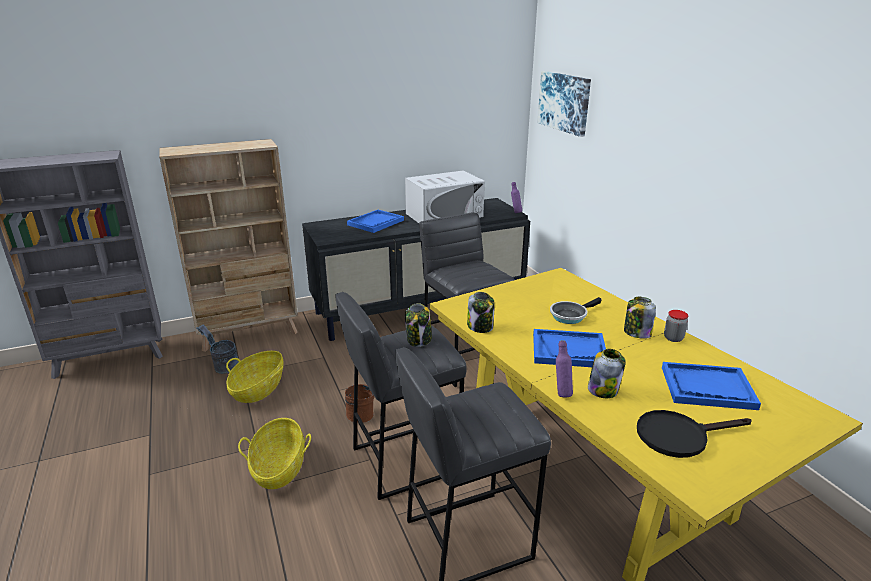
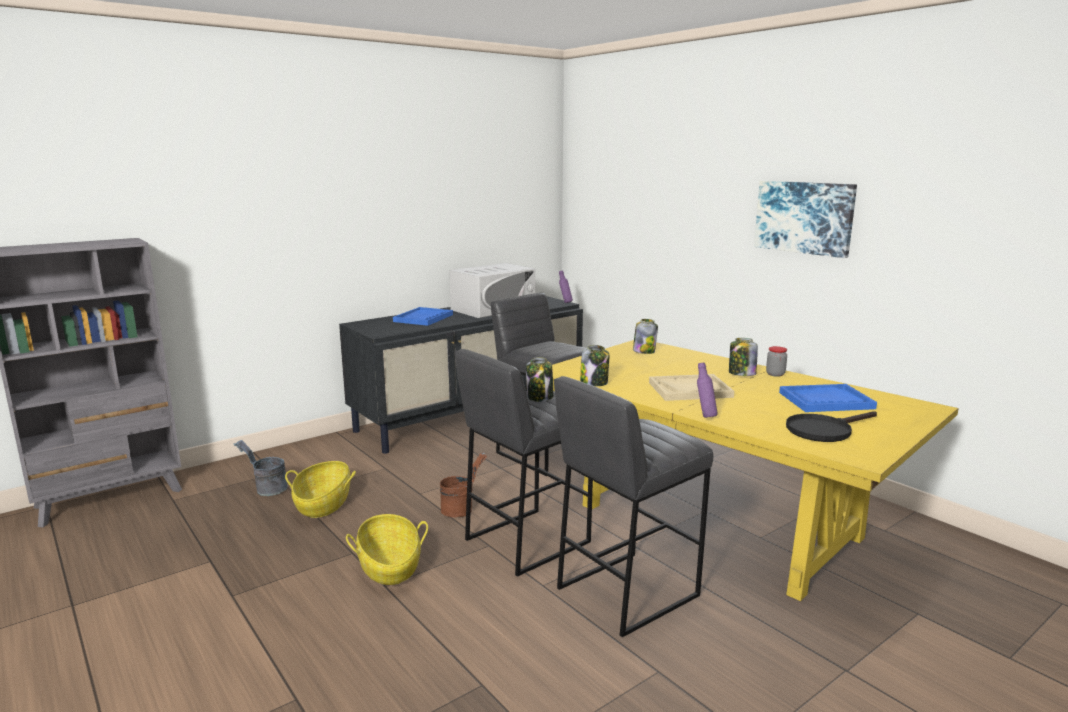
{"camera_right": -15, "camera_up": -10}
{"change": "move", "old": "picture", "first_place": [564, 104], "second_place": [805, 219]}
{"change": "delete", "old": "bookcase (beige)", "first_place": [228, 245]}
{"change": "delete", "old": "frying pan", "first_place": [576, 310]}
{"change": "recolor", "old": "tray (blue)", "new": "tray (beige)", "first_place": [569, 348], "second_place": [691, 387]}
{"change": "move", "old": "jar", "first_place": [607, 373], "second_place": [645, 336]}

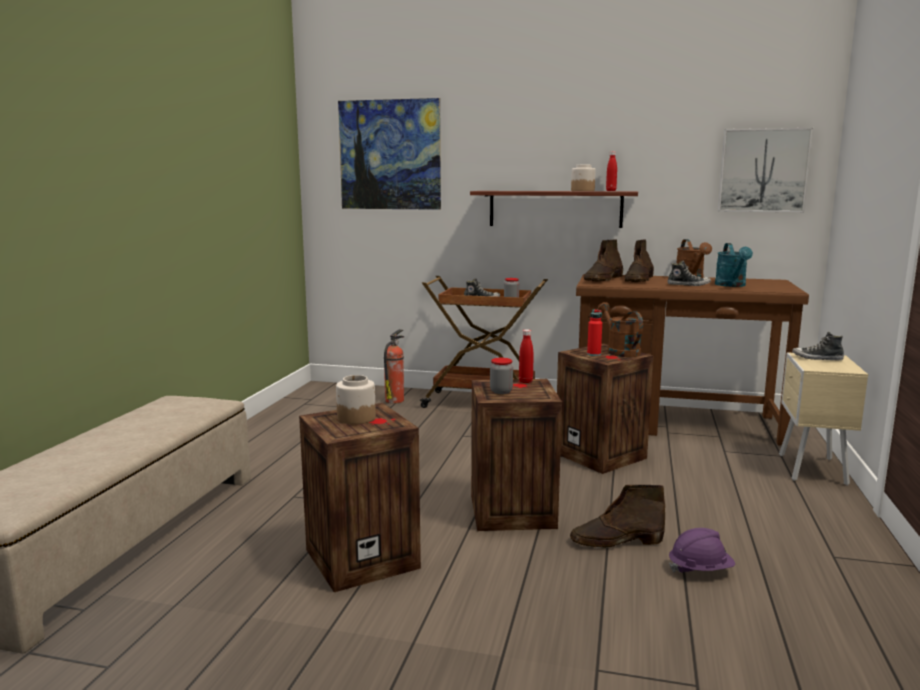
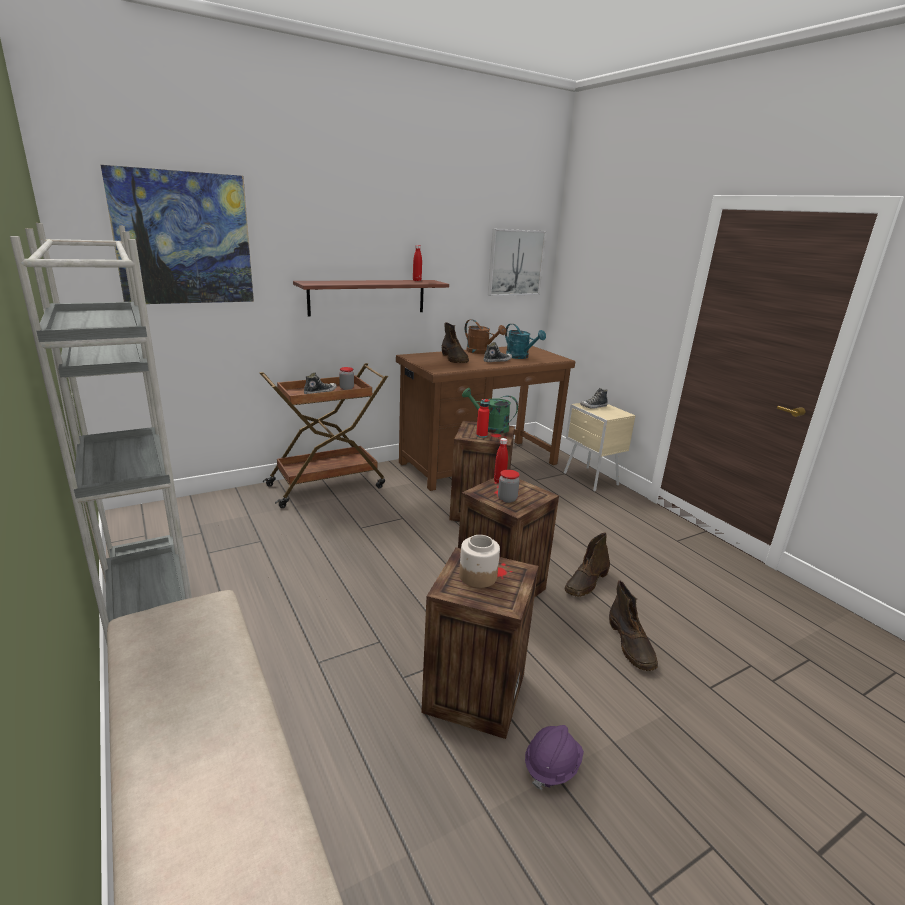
{"camera_right": -45, "camera_up": 10}
{"change": "delete", "old": "jar", "first_place": [583, 178]}
{"change": "move", "old": "boot (brown)", "first_place": [603, 260], "second_place": [633, 625]}
{"change": "recolor", "old": "watering can (brown)", "new": "watering can (green)", "first_place": [620, 329], "second_place": [490, 411]}
{"change": "delete", "old": "fire extinguisher", "first_place": [394, 366]}
{"change": "move", "old": "hard hat (purple)", "first_place": [702, 550], "second_place": [554, 757]}
{"change": "insert", "new": "bookcase (grey)", "second_place": [101, 433]}

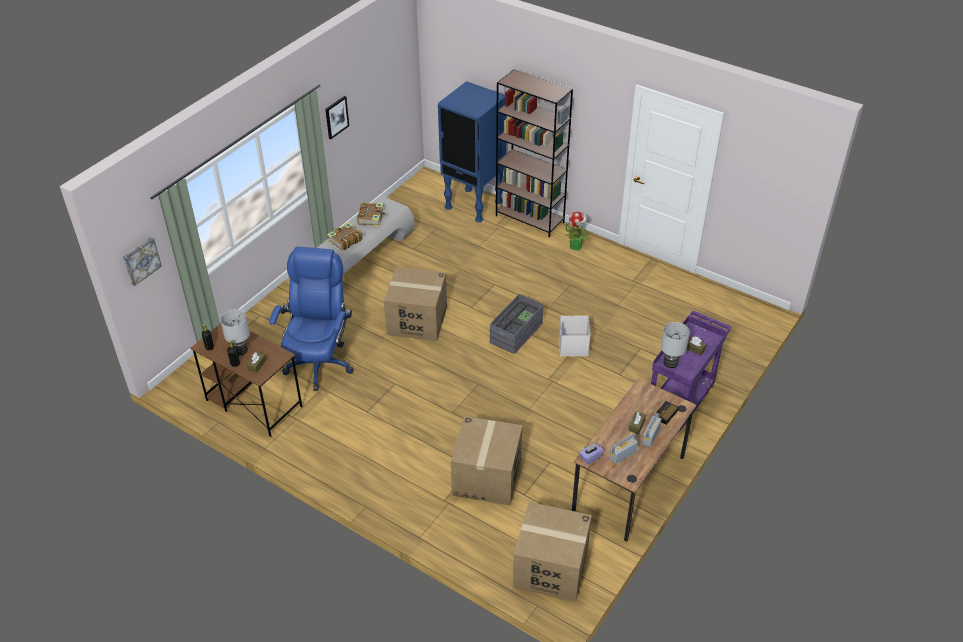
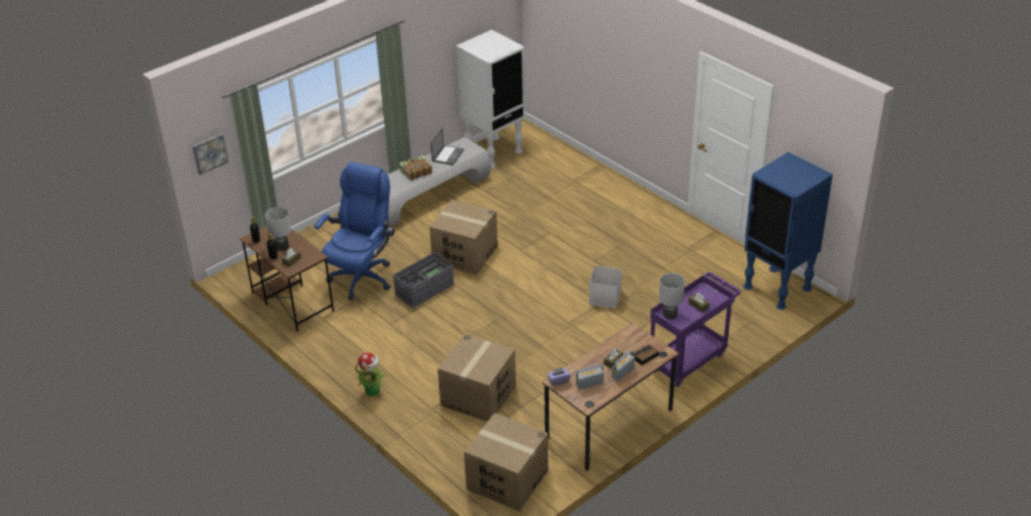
{"camera_right": 15, "camera_up": -5}
{"change": "delete", "old": "bookcase (brown)", "first_place": [534, 153]}
{"change": "move", "old": "cabinet (blue)", "first_place": [472, 151], "second_place": [788, 231]}
{"change": "delete", "old": "picture", "first_place": [337, 117]}
{"change": "replace", "old": "book", "new": "laptop", "first_place": [371, 214], "second_place": [447, 147]}
{"change": "move", "old": "potted plant", "first_place": [576, 231], "second_place": [371, 374]}
{"change": "move", "old": "storage box (grey)", "first_place": [517, 324], "second_place": [423, 280]}
{"change": "insert", "new": "cabinet (white)", "second_place": [490, 99]}

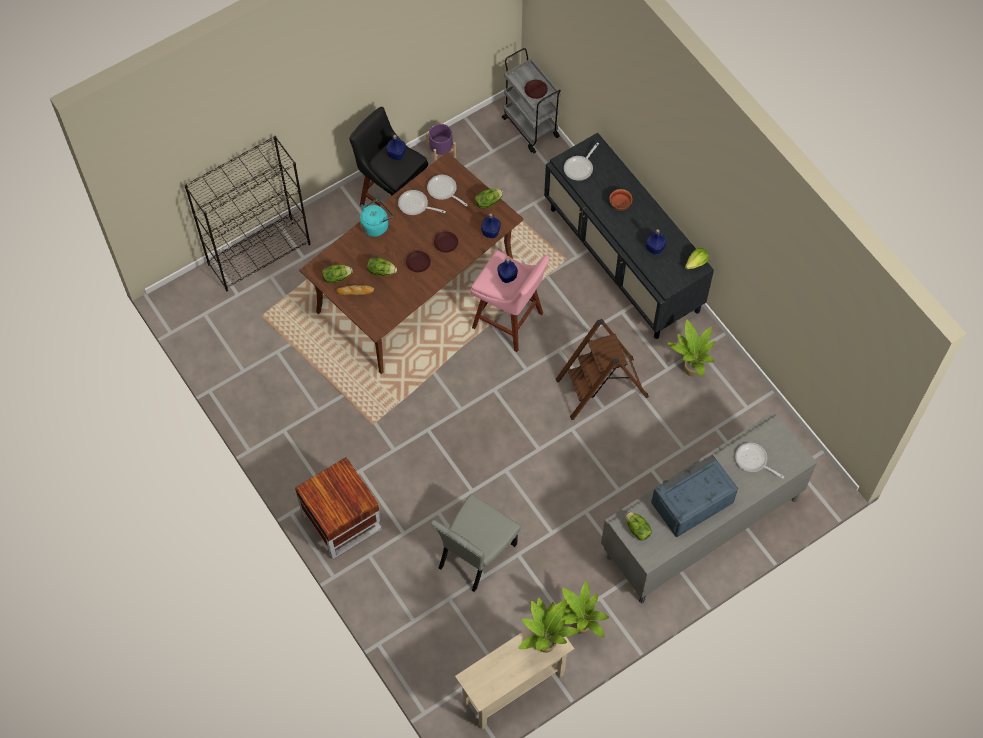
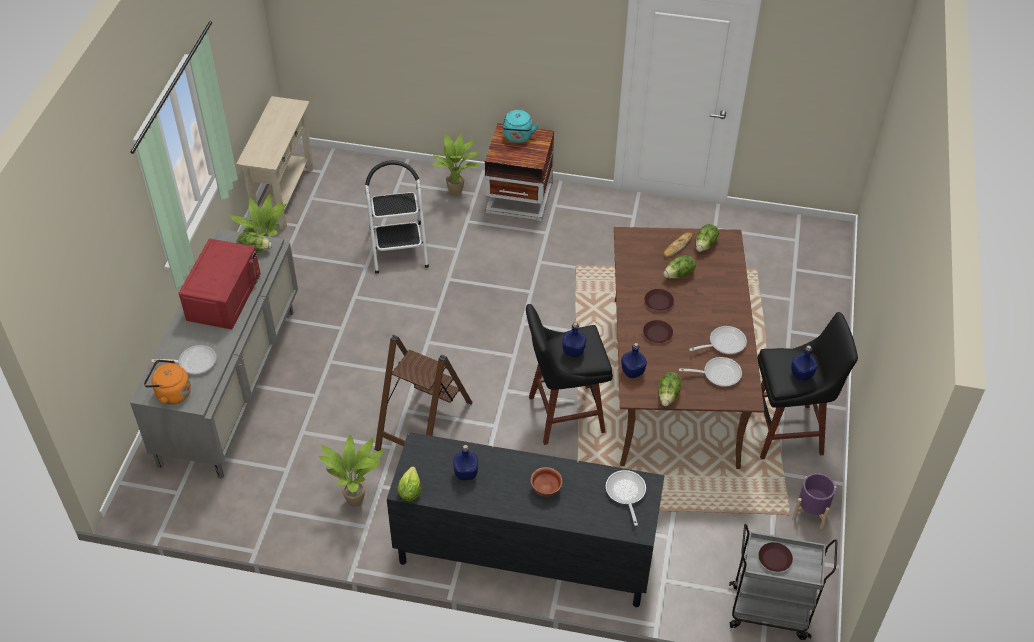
{"camera_right": 135, "camera_up": -15}
{"change": "delete", "old": "bookcase (black)", "first_place": [247, 213]}
{"change": "move", "old": "kettle (turquoise)", "first_place": [376, 218], "second_place": [521, 126]}
{"change": "recolor", "old": "stool (pink)", "new": "stool (black)", "first_place": [509, 301], "second_place": [569, 374]}
{"change": "recolor", "old": "microwave (blue)", "new": "microwave (red)", "first_place": [694, 495], "second_place": [220, 283]}
{"change": "replace", "old": "chair (grey)", "new": "step ladder", "first_place": [476, 543], "second_place": [397, 217]}
{"change": "move", "old": "potted plant", "first_place": [549, 625], "second_place": [456, 164]}
{"change": "insert", "new": "kettle (orange)", "second_place": [167, 382]}

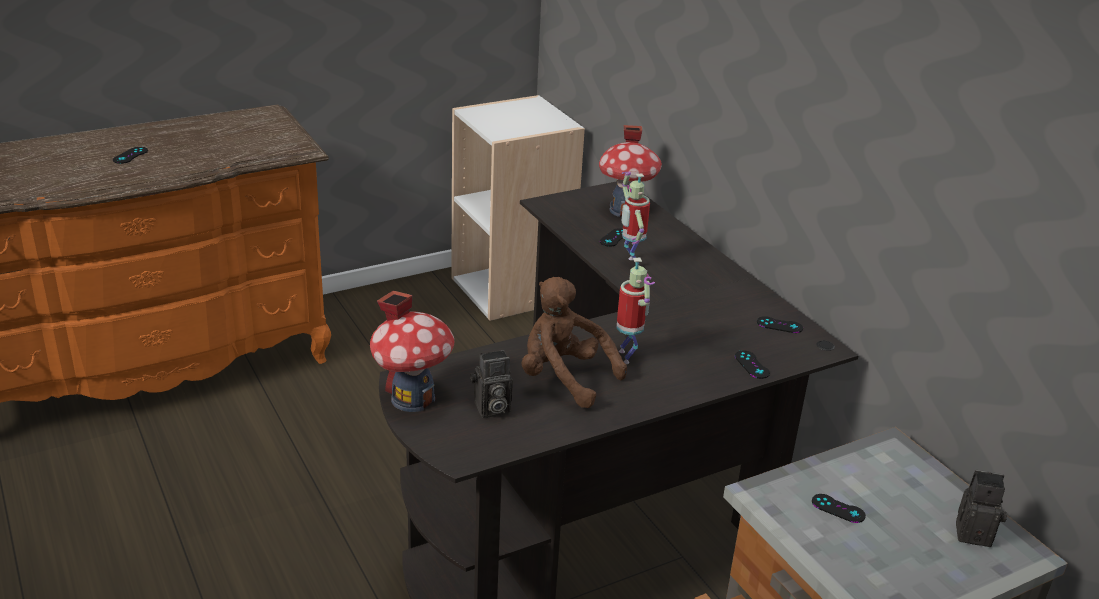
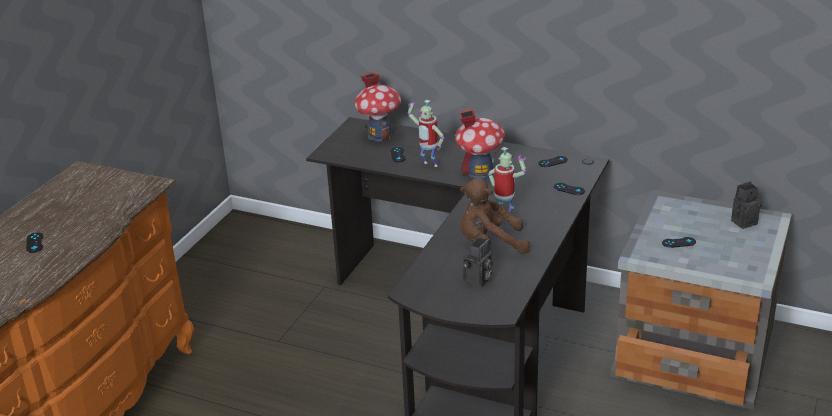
{"camera_right": -35, "camera_up": 0}
{"change": "delete", "old": "bookcase", "first_place": [518, 208]}
{"change": "move", "old": "toy house", "first_place": [412, 351], "second_place": [480, 144]}

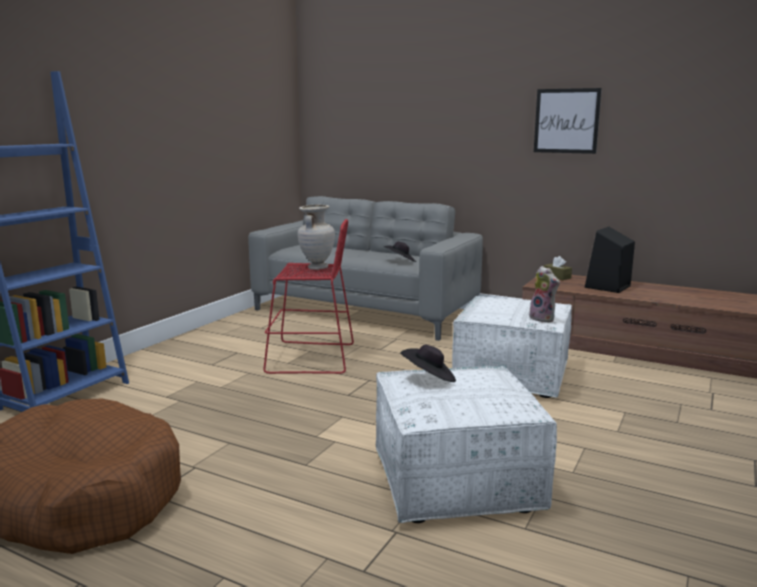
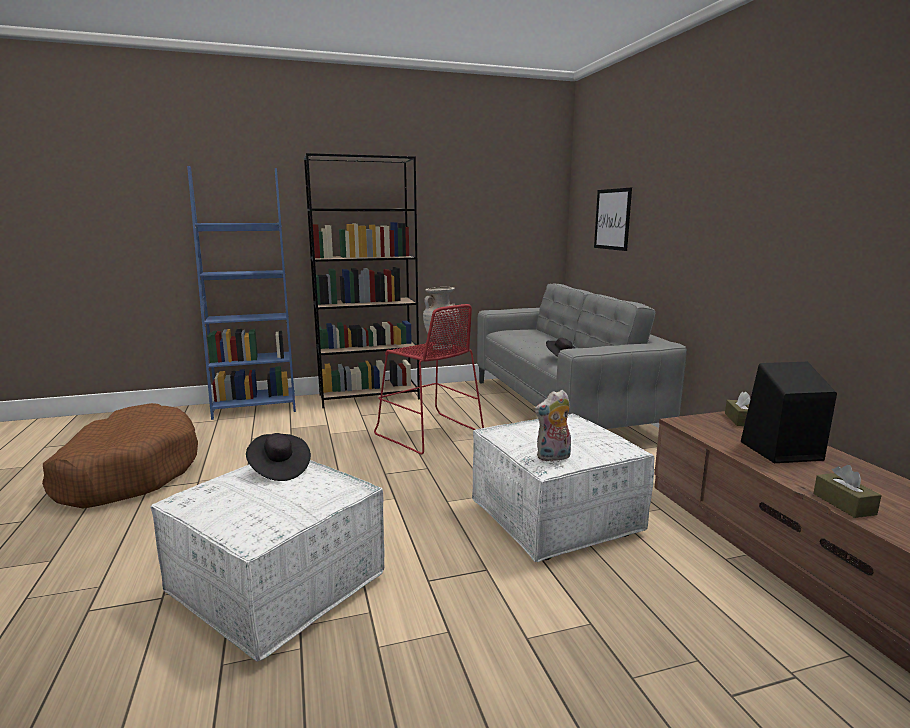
{"camera_right": 45, "camera_up": 0}
{"change": "move", "old": "picture", "first_place": [568, 121], "second_place": [613, 219]}
{"change": "rotate", "old": "plush toy", "first_place": [543, 294], "second_place": [552, 426], "degrees": 60}
{"change": "insert", "new": "bookcase (beige)", "second_place": [362, 280]}
{"change": "insert", "new": "tissue box (brown)", "second_place": [847, 491]}

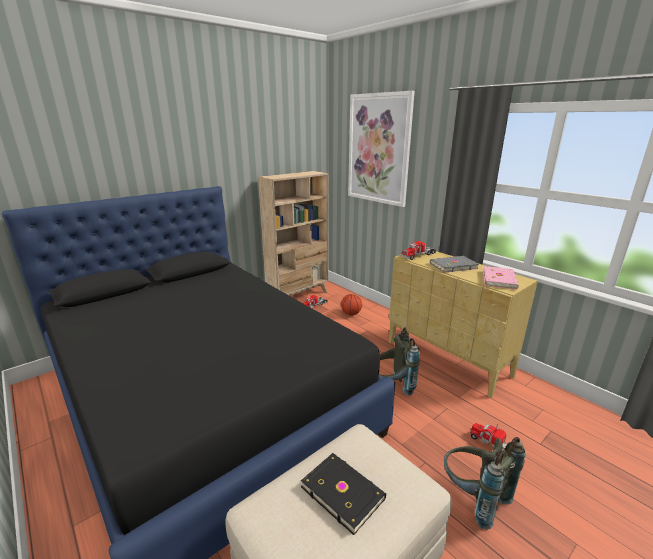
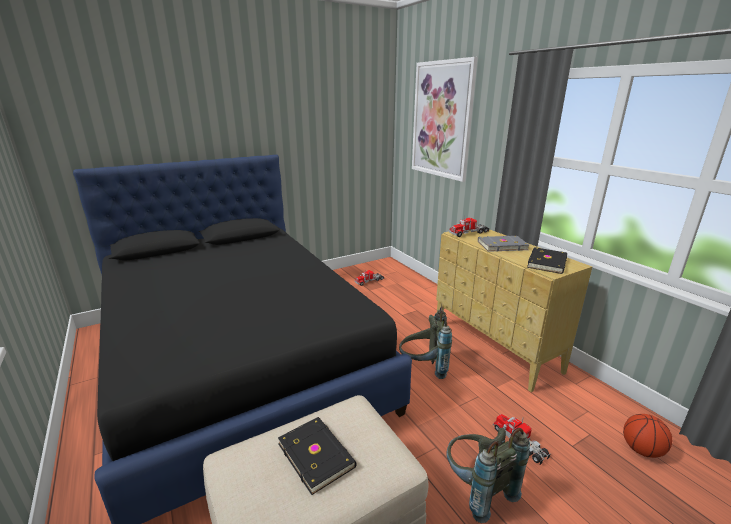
{"camera_right": 10, "camera_up": 0}
{"change": "delete", "old": "bookcase (beige)", "first_place": [293, 233]}
{"change": "recolor", "old": "book (pink)", "new": "book (black)", "first_place": [501, 278], "second_place": [547, 260]}
{"change": "move", "old": "basketball", "first_place": [351, 304], "second_place": [647, 436]}

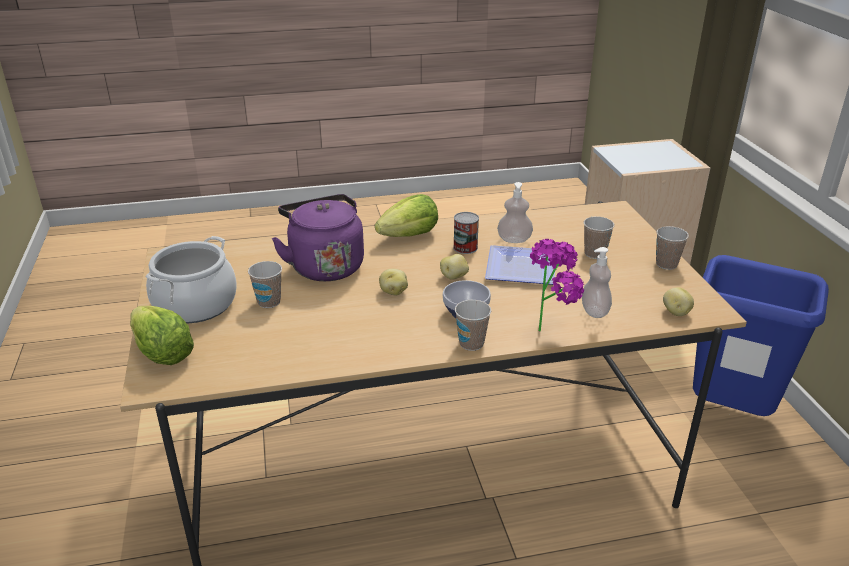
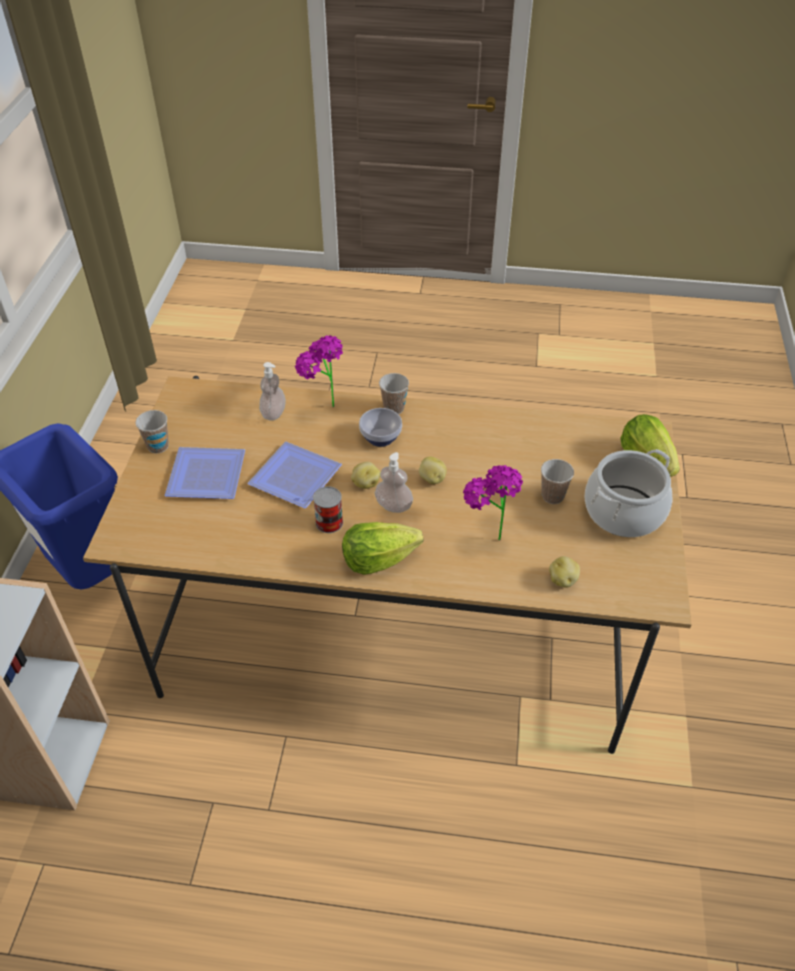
{"camera_right": -160, "camera_up": 15}
{"change": "move", "old": "soap dispenser", "first_place": [515, 212], "second_place": [394, 482]}
{"change": "replace", "old": "kettle (purple)", "new": "potted plant", "first_place": [318, 237], "second_place": [493, 502]}
{"change": "replace", "old": "cup", "new": "plate", "first_place": [599, 237], "second_place": [204, 473]}
{"change": "move", "old": "potato", "first_place": [678, 301], "second_place": [564, 572]}

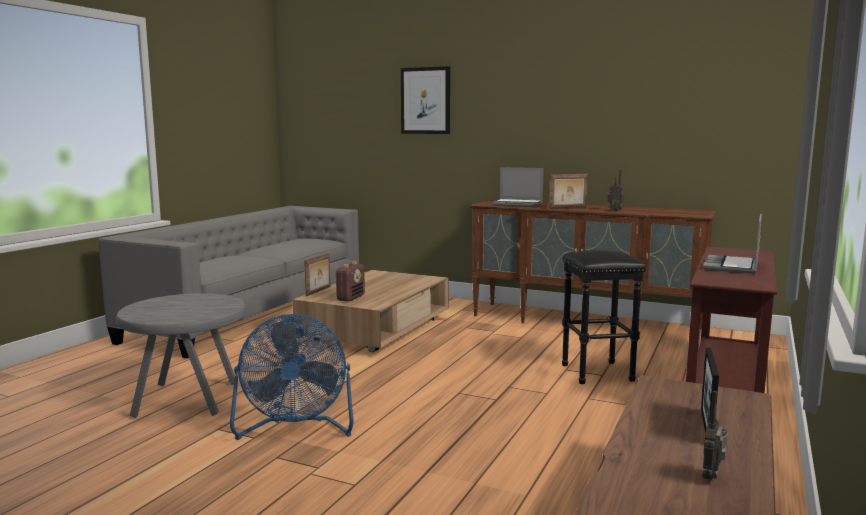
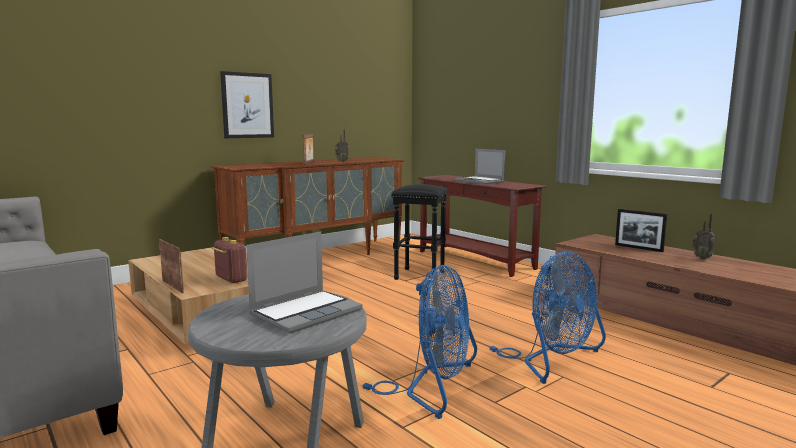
{"camera_right": -65, "camera_up": 0}
{"change": "move", "old": "picture", "first_place": [425, 100], "second_place": [247, 104]}
{"change": "move", "old": "laptop", "first_place": [518, 187], "second_place": [304, 282]}
{"change": "insert", "new": "fan (blue)", "second_place": [548, 317]}

